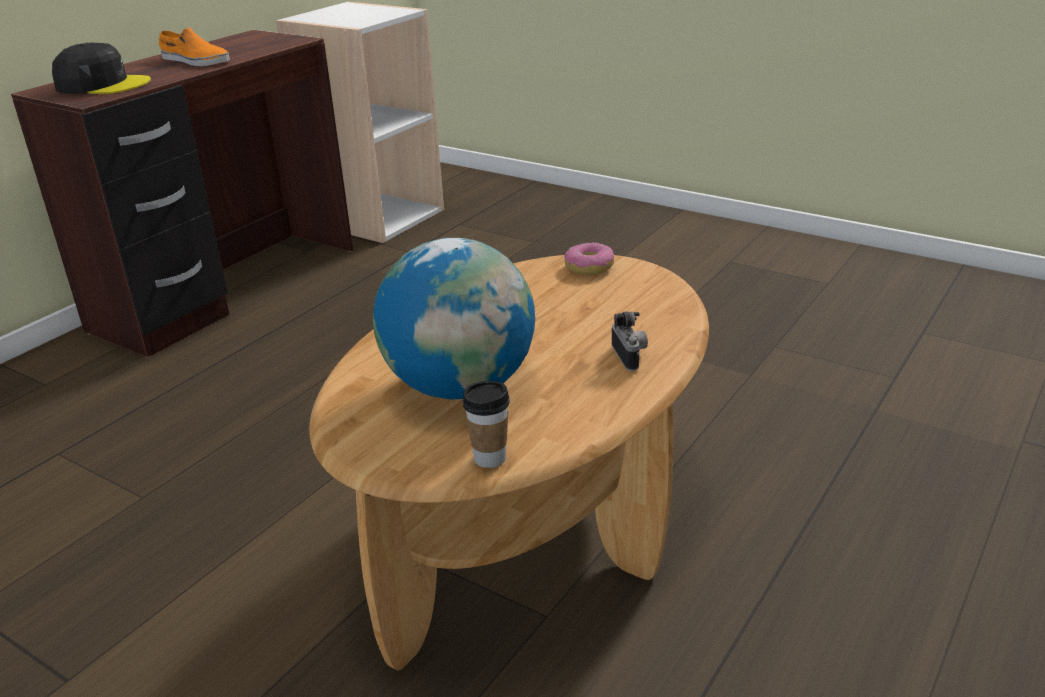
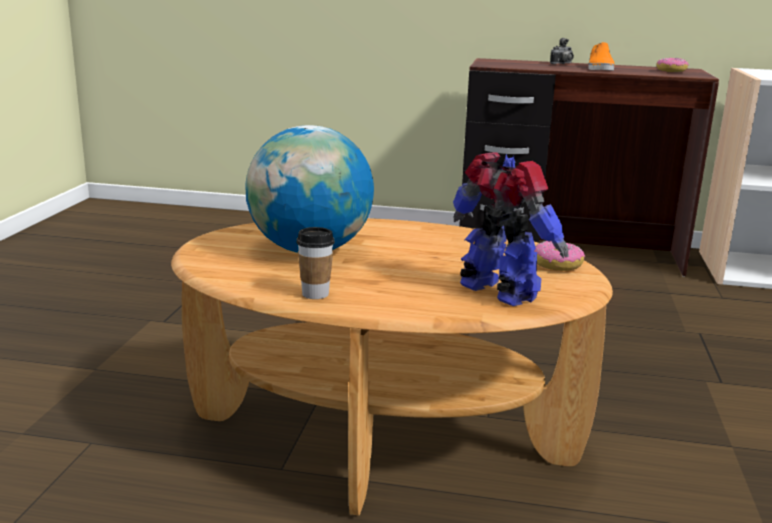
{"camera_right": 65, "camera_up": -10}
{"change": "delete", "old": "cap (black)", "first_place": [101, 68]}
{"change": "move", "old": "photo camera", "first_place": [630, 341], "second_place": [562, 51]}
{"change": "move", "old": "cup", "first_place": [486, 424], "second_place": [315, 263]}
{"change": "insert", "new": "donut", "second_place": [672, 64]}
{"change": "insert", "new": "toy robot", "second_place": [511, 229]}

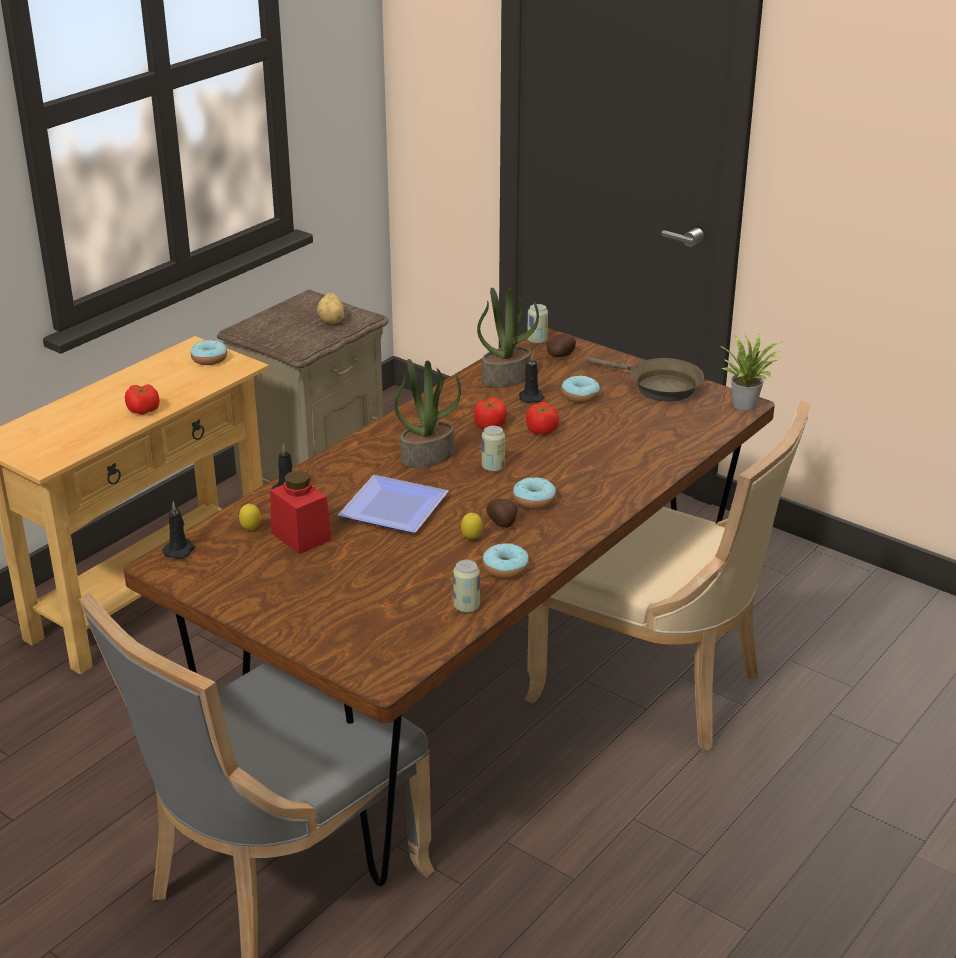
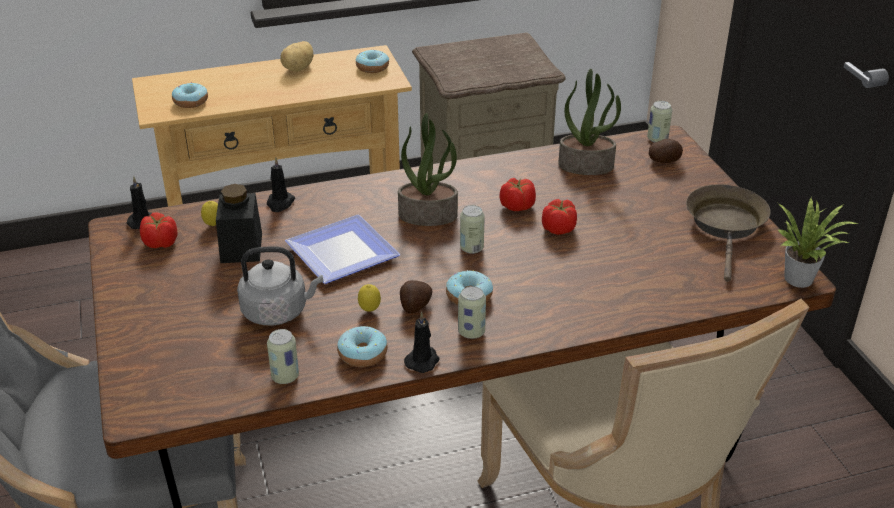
{"camera_right": 35, "camera_up": 5}
{"change": "move", "old": "potato", "first_place": [330, 308], "second_place": [297, 56]}
{"change": "move", "old": "candle (black)", "first_place": [532, 378], "second_place": [422, 342]}
{"change": "rotate", "old": "frying pan (brown)", "first_place": [645, 379], "second_place": [728, 233], "degrees": -150}
{"change": "move", "old": "donut", "first_place": [580, 389], "second_place": [190, 95]}
{"change": "move", "old": "tomato", "first_place": [142, 399], "second_place": [159, 230]}
{"change": "recolor", "old": "jar (red)", "new": "jar (black)", "first_place": [301, 512], "second_place": [239, 223]}
{"change": "insert", "new": "kettle (grey)", "second_place": [280, 286]}
{"change": "insert", "new": "can", "second_place": [472, 312]}

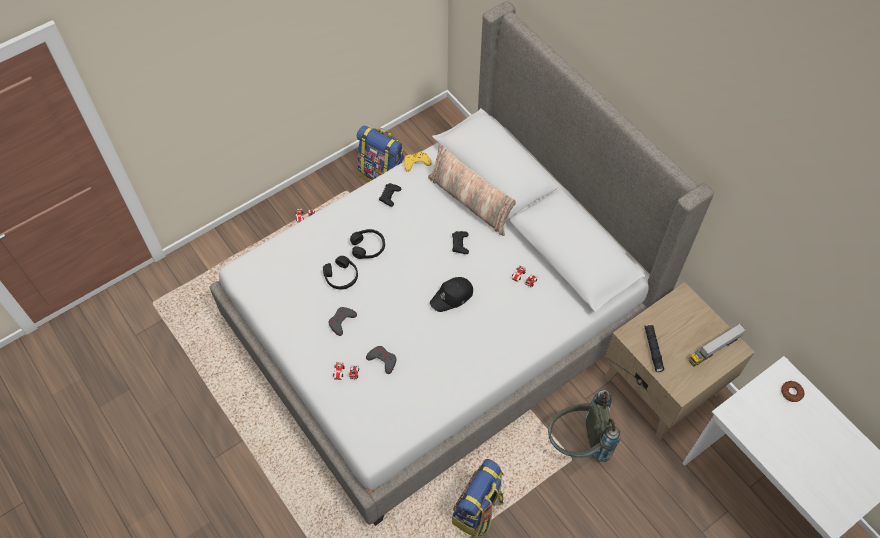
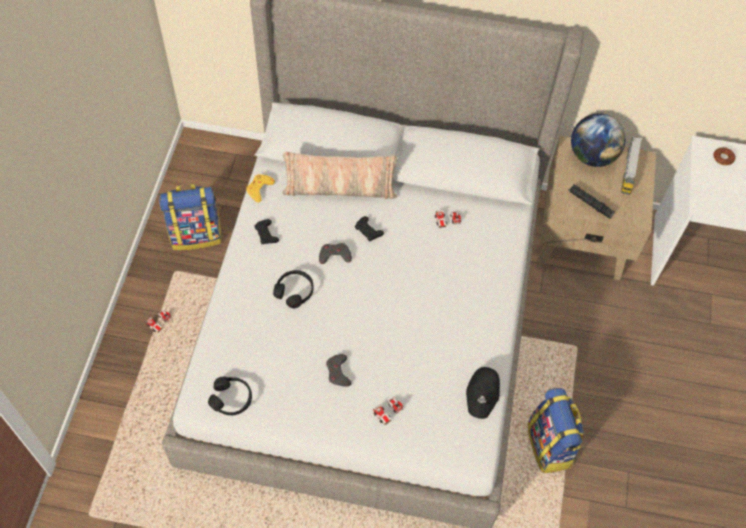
{"camera_right": -45, "camera_up": 0}
{"change": "move", "old": "headphones (black)", "first_place": [340, 273], "second_place": [230, 396]}
{"change": "move", "old": "cap (black)", "first_place": [451, 294], "second_place": [483, 393]}
{"change": "move", "old": "game controller (grey)", "first_place": [381, 360], "second_place": [335, 253]}
{"change": "delete", "old": "backpack (grey)", "first_place": [584, 426]}
{"change": "insert", "new": "globe", "second_place": [598, 140]}

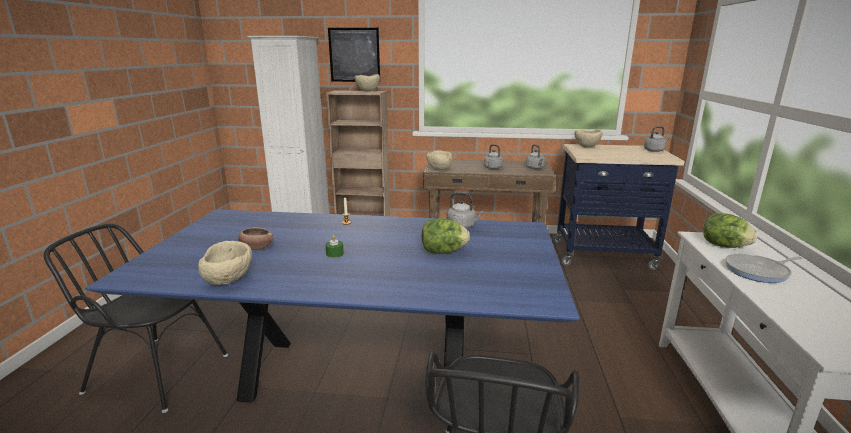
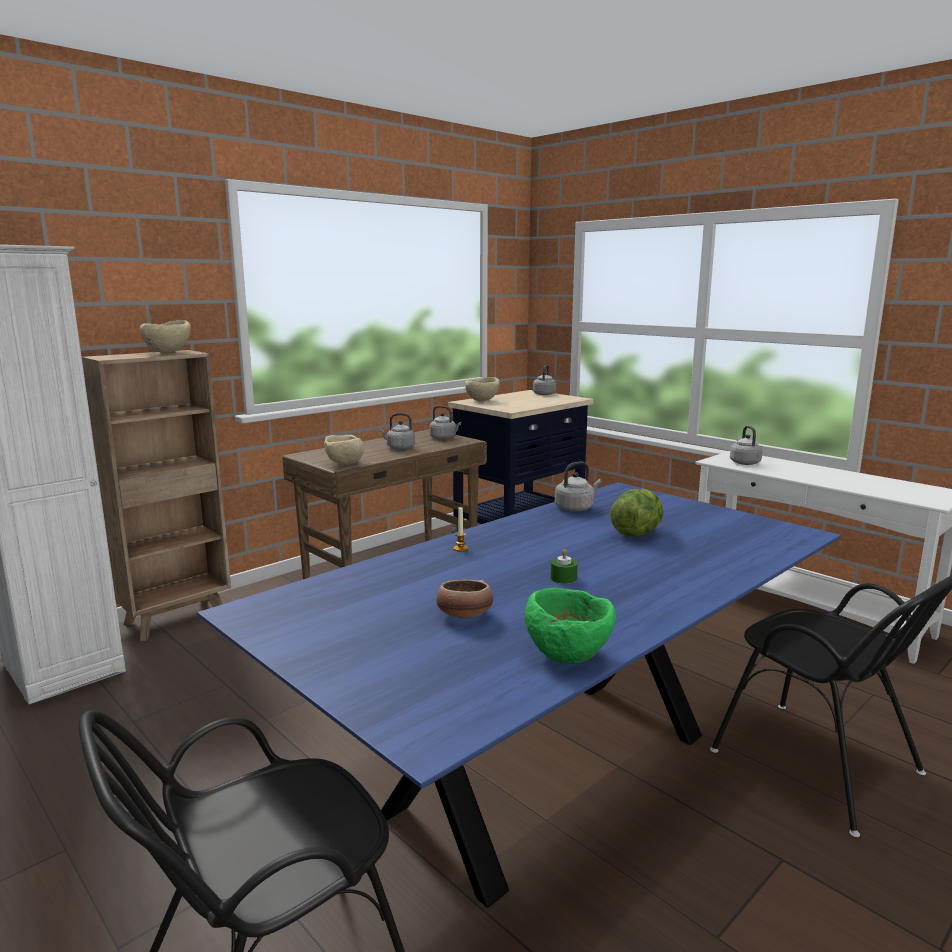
{"camera_right": -50, "camera_up": -5}
{"change": "delete", "old": "picture", "first_place": [354, 55]}
{"change": "replace", "old": "lettuce", "new": "kettle (grey)", "first_place": [730, 230], "second_place": [746, 445]}
{"change": "recolor", "old": "bowl (beige)", "new": "bowl (green)", "first_place": [225, 263], "second_place": [570, 625]}
{"change": "delete", "old": "frying pan", "first_place": [763, 268]}

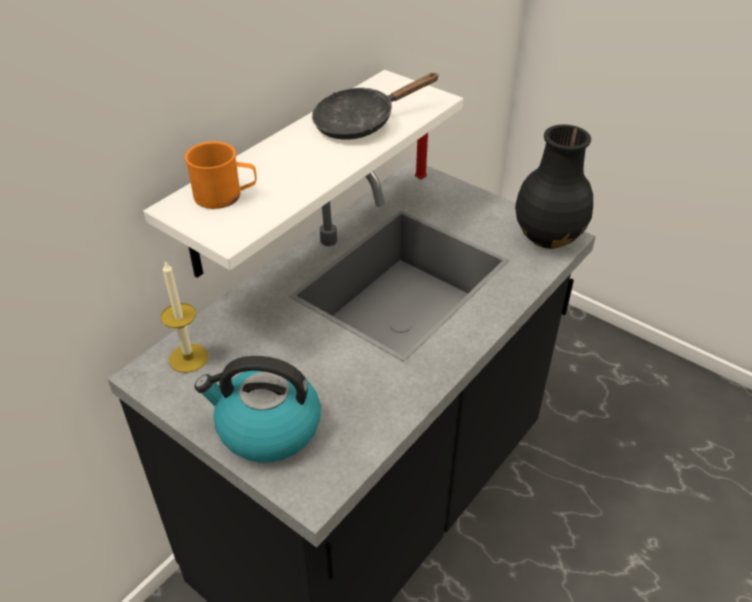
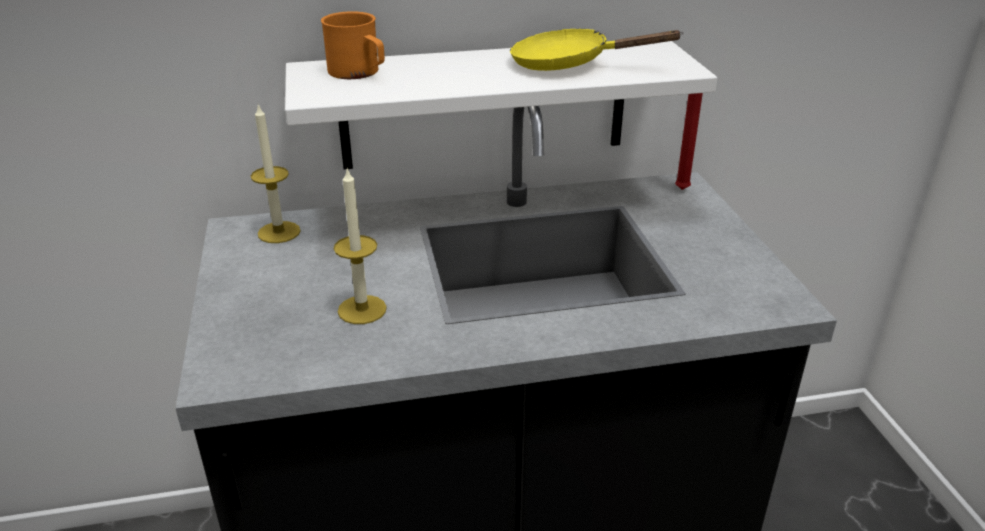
{"camera_right": 40, "camera_up": -10}
{"change": "recolor", "old": "frying pan (black)", "new": "frying pan (yellow)", "first_place": [375, 106], "second_place": [596, 50]}
{"change": "delete", "old": "vase (black)", "first_place": [554, 187]}
{"change": "delete", "old": "kettle", "first_place": [258, 409]}
{"change": "insert", "new": "candle", "second_place": [360, 245]}

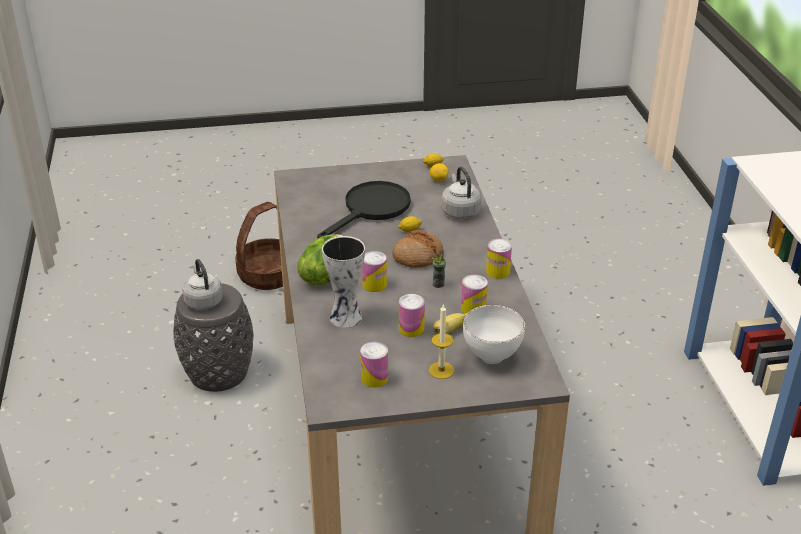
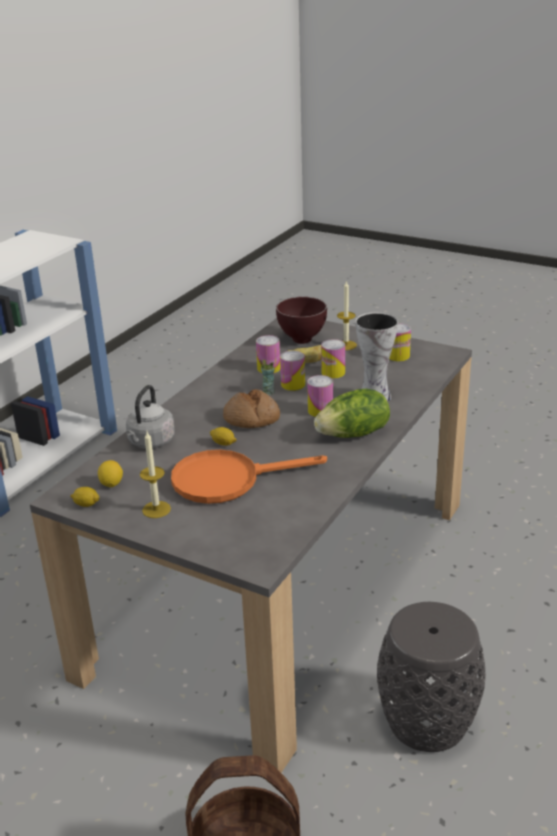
{"camera_right": -140, "camera_up": -5}
{"change": "recolor", "old": "frying pan (black)", "new": "frying pan (orange)", "first_place": [364, 209], "second_place": [249, 477]}
{"change": "move", "old": "can", "first_place": [499, 259], "second_place": [292, 371]}
{"change": "delete", "old": "kettle (grey)", "first_place": [202, 284]}
{"change": "recolor", "old": "bowl (white)", "new": "bowl (brown)", "first_place": [494, 334], "second_place": [301, 320]}
{"change": "insert", "new": "candle", "second_place": [155, 475]}

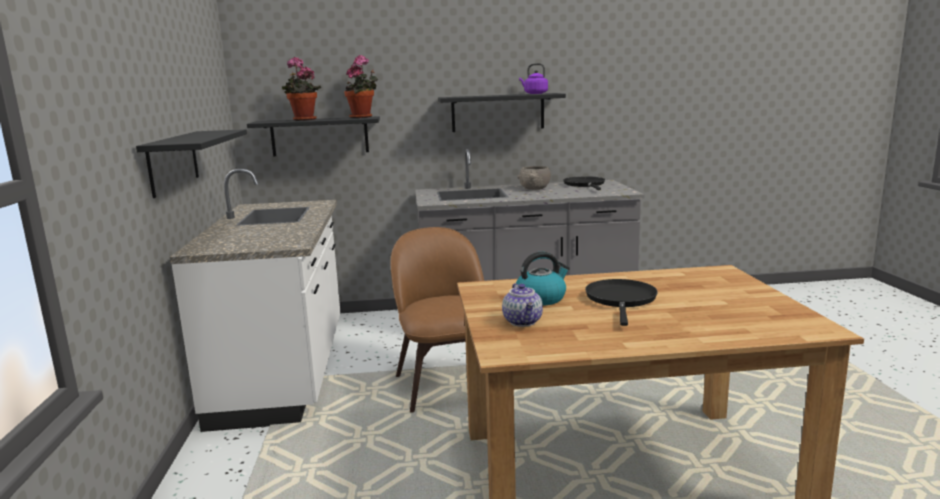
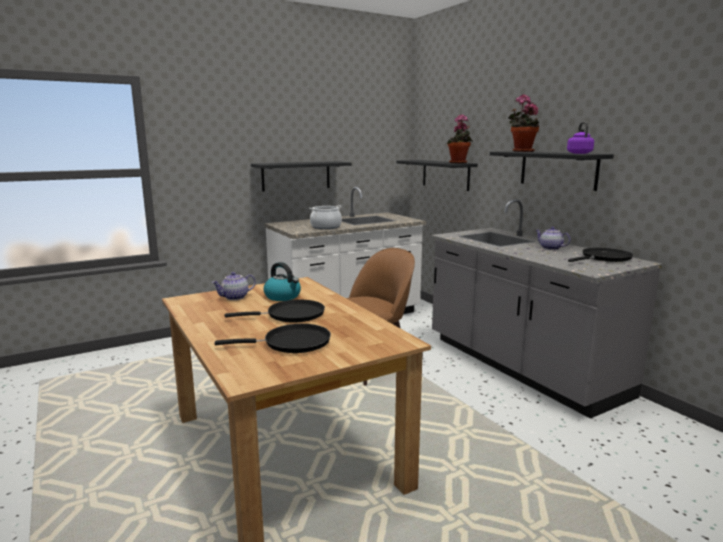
{"camera_right": 65, "camera_up": 0}
{"change": "move", "old": "potted plant", "first_place": [301, 89], "second_place": [523, 123]}
{"change": "replace", "old": "bowl (grey)", "new": "teapot", "first_place": [534, 178], "second_place": [553, 238]}
{"change": "insert", "new": "cooking pot", "second_place": [325, 217]}
{"change": "insert", "new": "frying pan (black)", "second_place": [273, 338]}

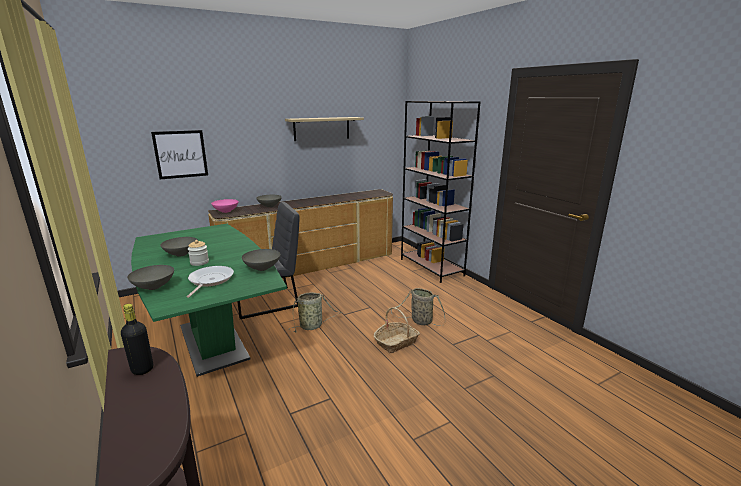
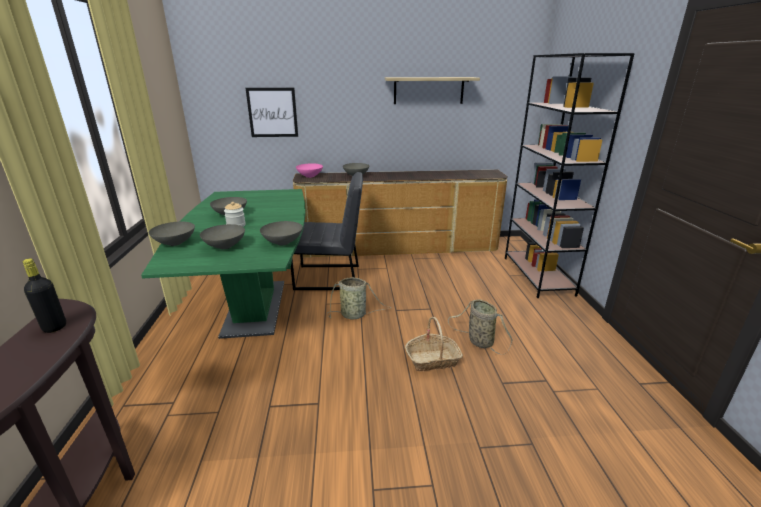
{"camera_right": 25, "camera_up": 5}
{"change": "replace", "old": "frying pan", "new": "bowl (grey)", "first_place": [210, 282], "second_place": [222, 236]}

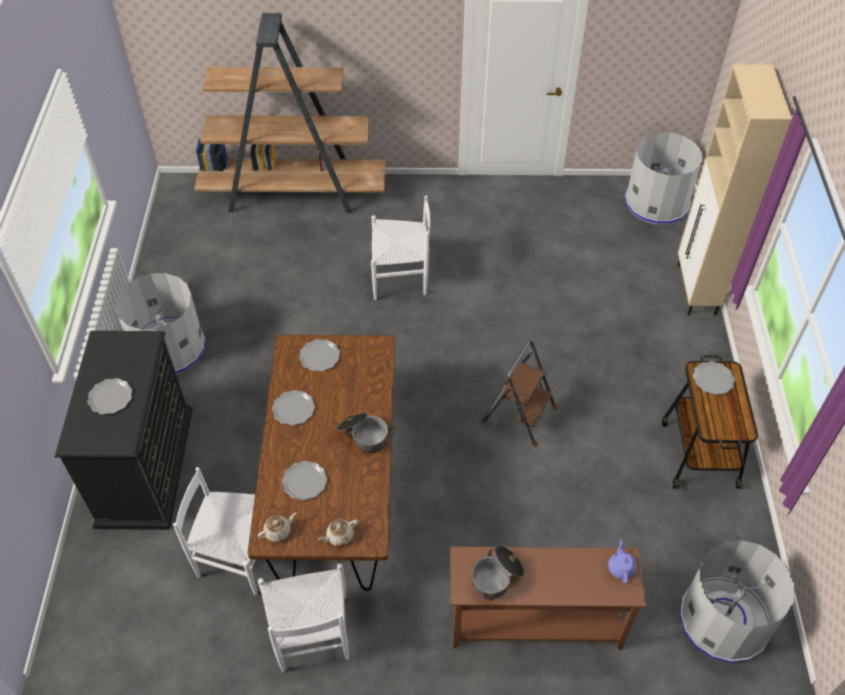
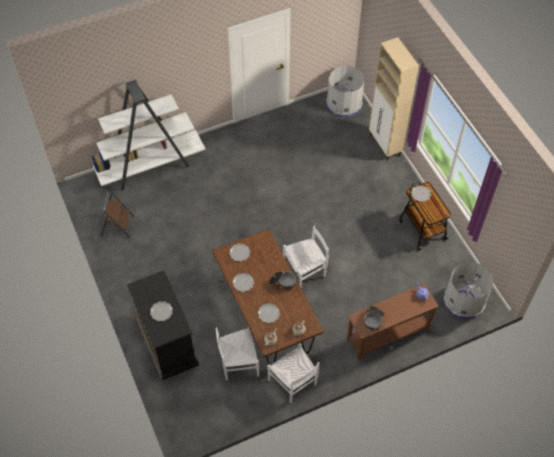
{"camera_right": -25, "camera_up": 5}
{"change": "recolor", "old": "bookcase (brown)", "new": "bookcase (white)", "first_place": [290, 113], "second_place": [148, 135]}
{"change": "move", "old": "chair (white)", "first_place": [400, 247], "second_place": [306, 256]}
{"change": "delete", "old": "trash can (grey)", "first_place": [160, 323]}
{"change": "move", "old": "step ladder (brown)", "first_place": [520, 393], "second_place": [118, 214]}

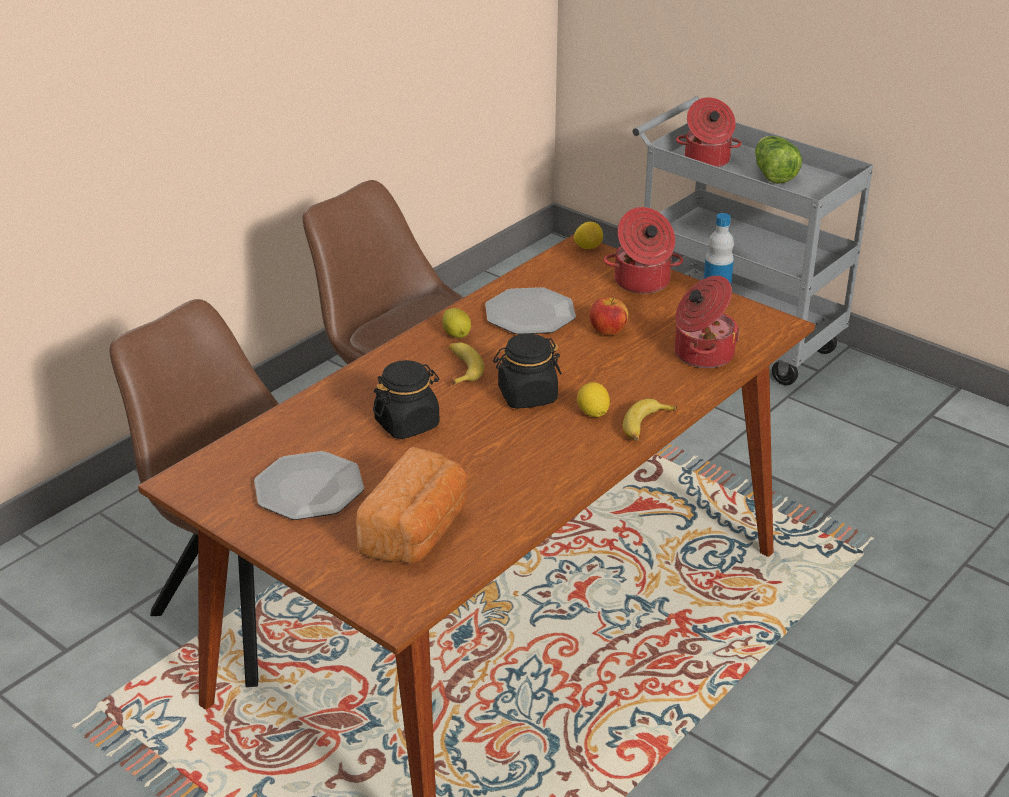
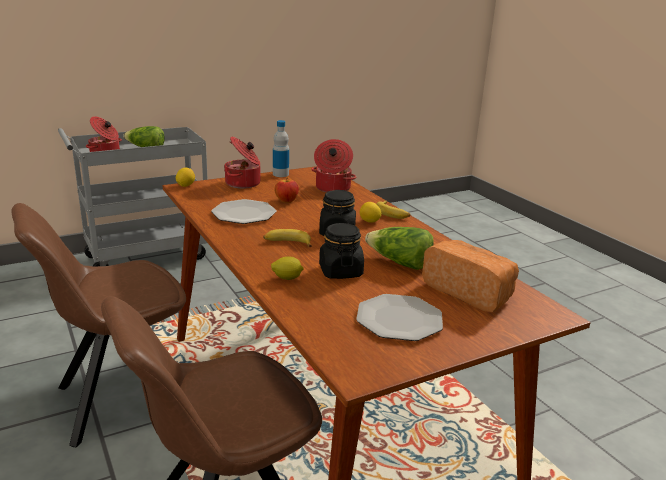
{"camera_right": -70, "camera_up": -10}
{"change": "move", "old": "lemon", "first_place": [456, 323], "second_place": [287, 268]}
{"change": "insert", "new": "lettuce", "second_place": [399, 248]}

